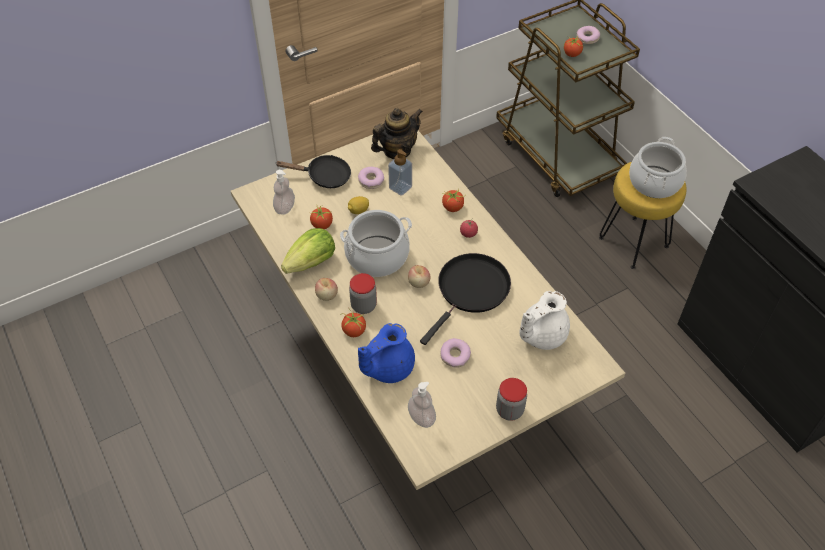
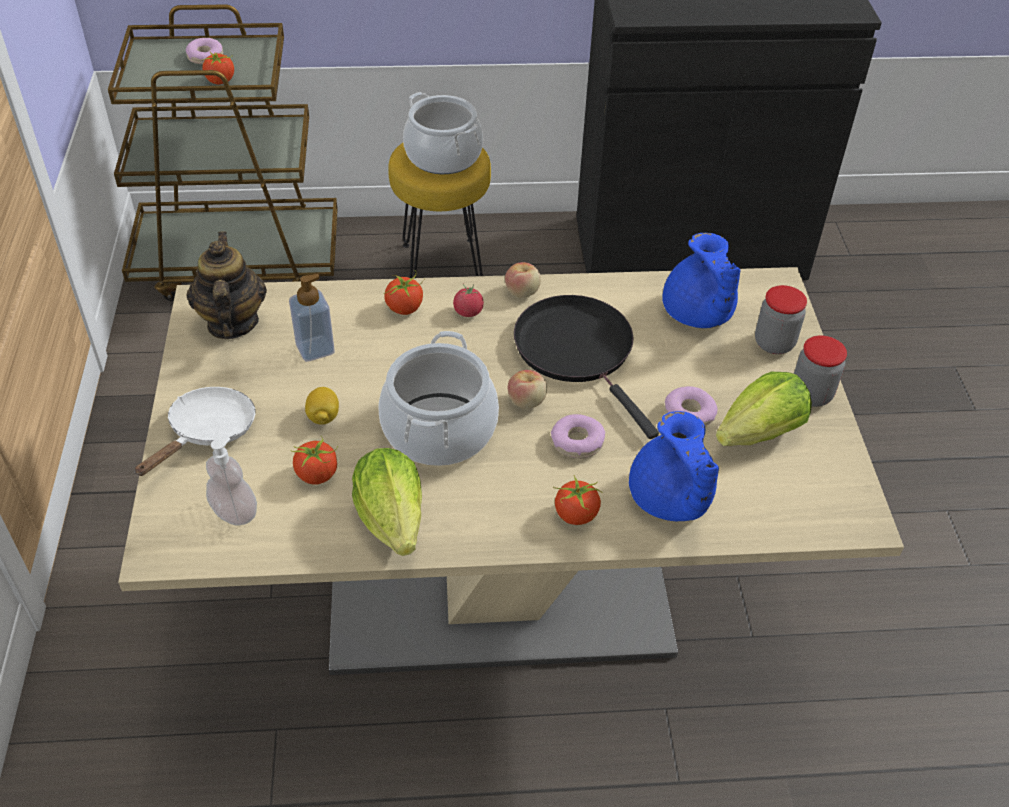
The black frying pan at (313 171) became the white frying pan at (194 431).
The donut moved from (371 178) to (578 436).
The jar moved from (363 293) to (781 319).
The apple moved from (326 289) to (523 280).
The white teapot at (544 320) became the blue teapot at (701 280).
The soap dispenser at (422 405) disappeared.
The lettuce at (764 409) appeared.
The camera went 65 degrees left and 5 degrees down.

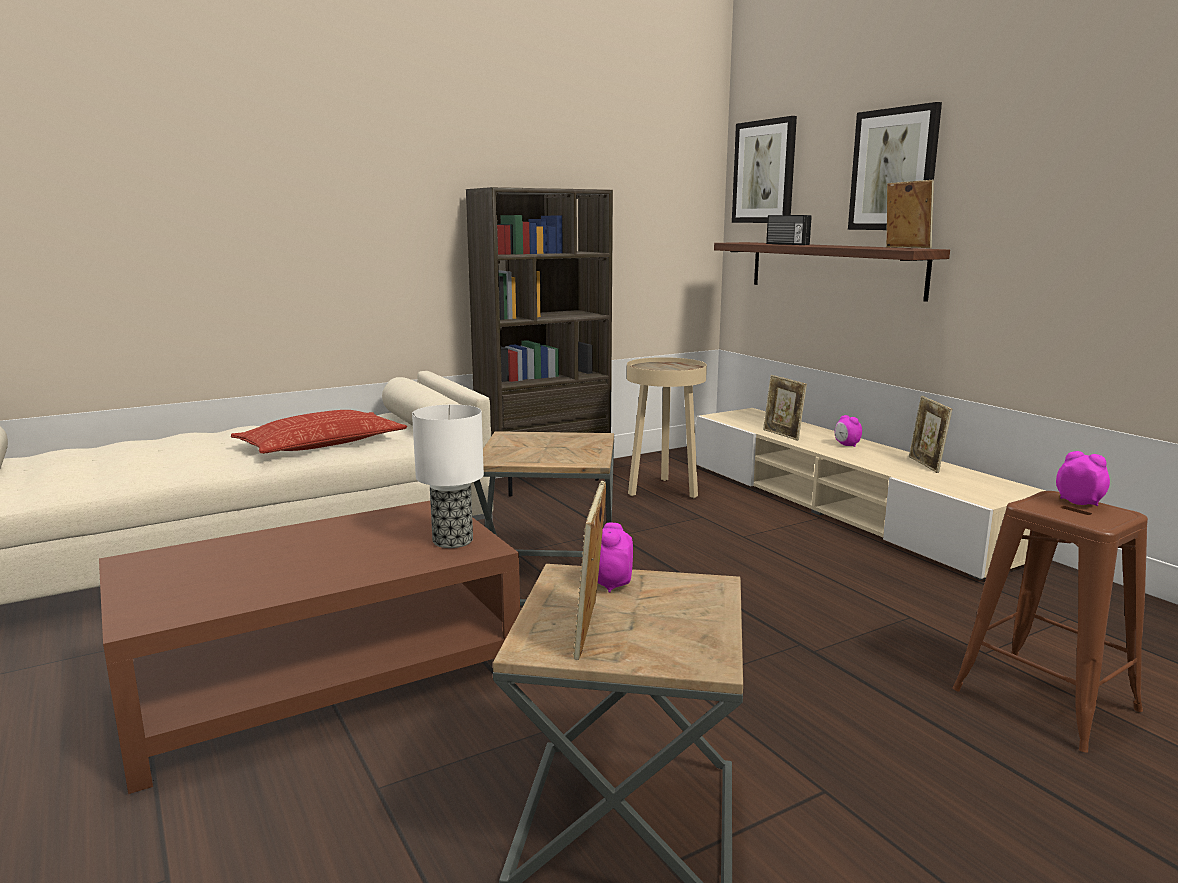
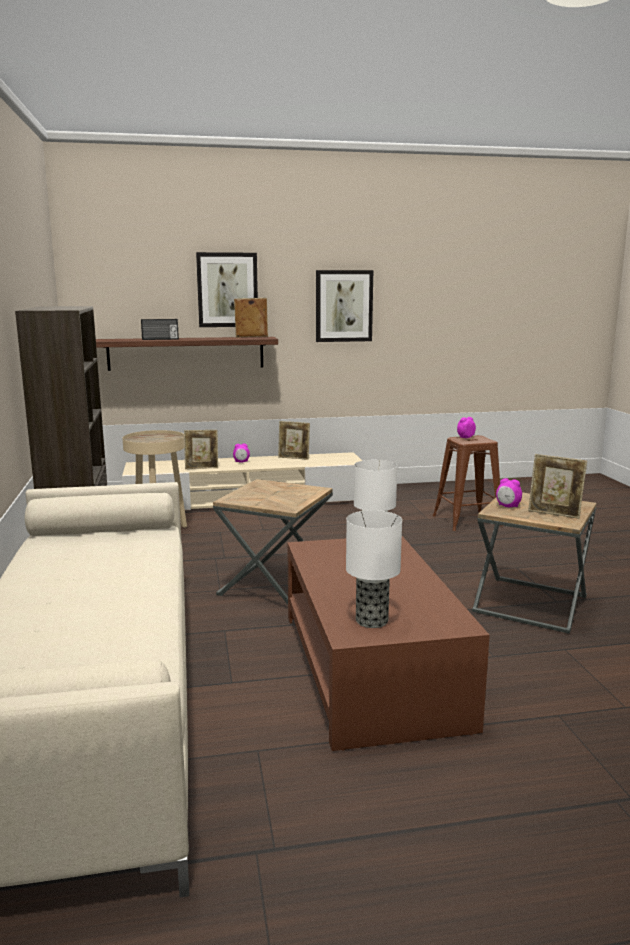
The picture moved from (764 169) to (344 306).
The pillow at (319 432) disappeared.
The table lamp at (374 569) appeared.
The camera went 70 degrees left and 0 degrees up.

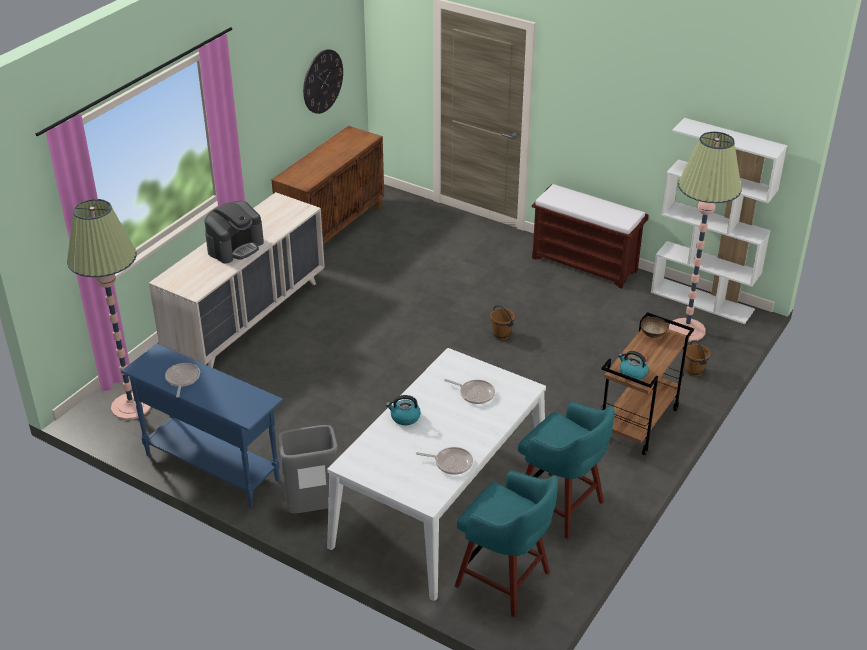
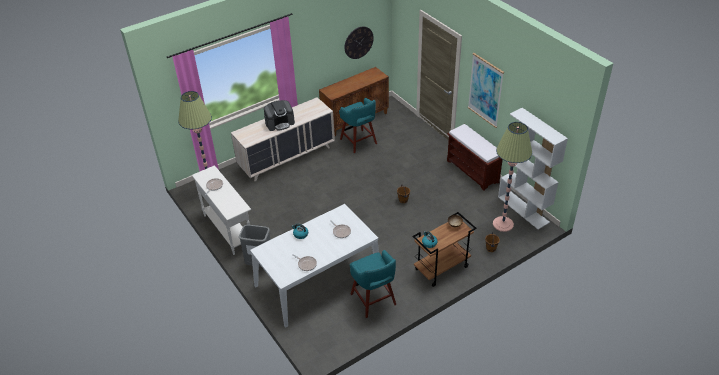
The blue console table at (202 425) became the white console table at (221 210).
The turquoise stool moved from (506 544) to (358 125).
The picture at (486 90) appeared.
The camera went 25 degrees right and 5 degrees up.

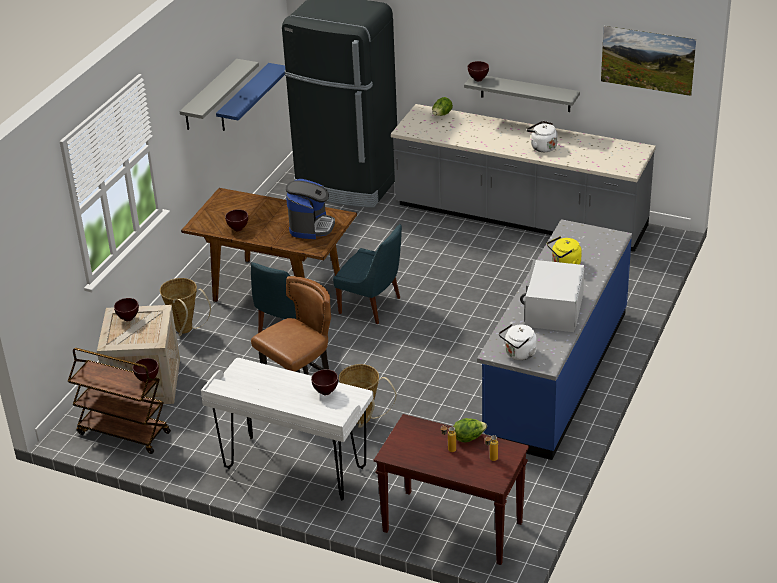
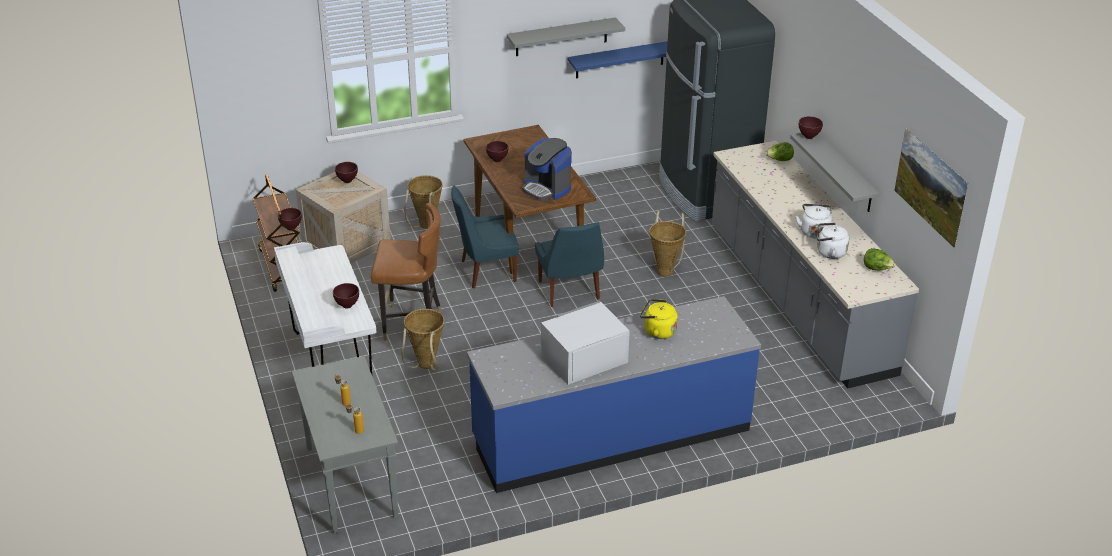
The coffee machine at (310 209) turned 75 degrees clockwise.
The white kettle moved from (518 342) to (833 240).
The brown console table at (451 489) became the grey console table at (345 444).
The lettuce moved from (470 430) to (880 259).
The basket at (667 244) appeared.
The camera went 45 degrees right and 0 degrees up.

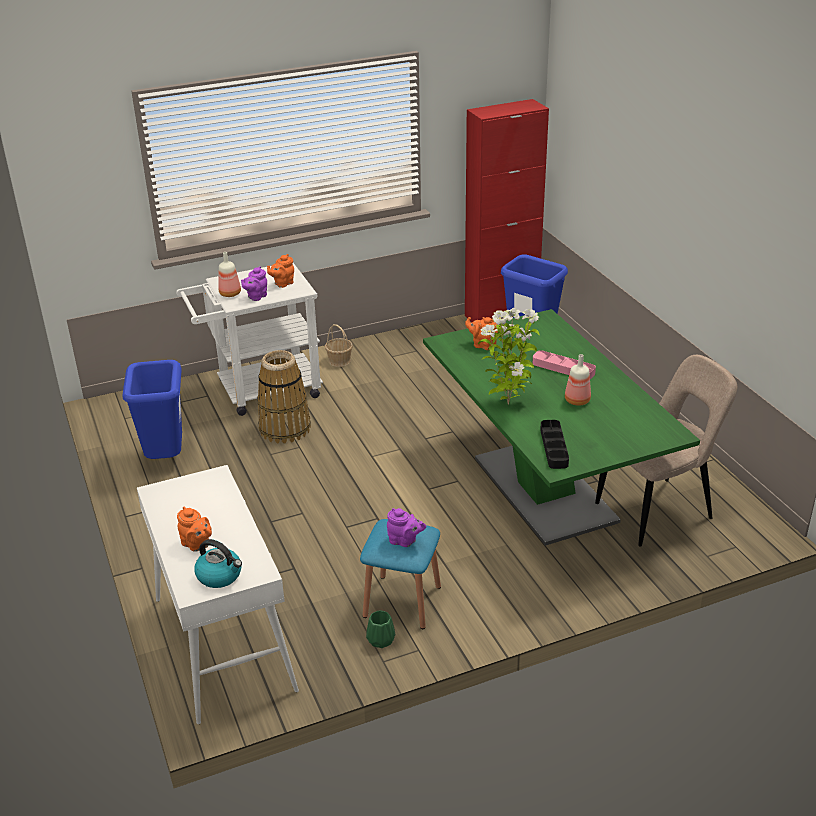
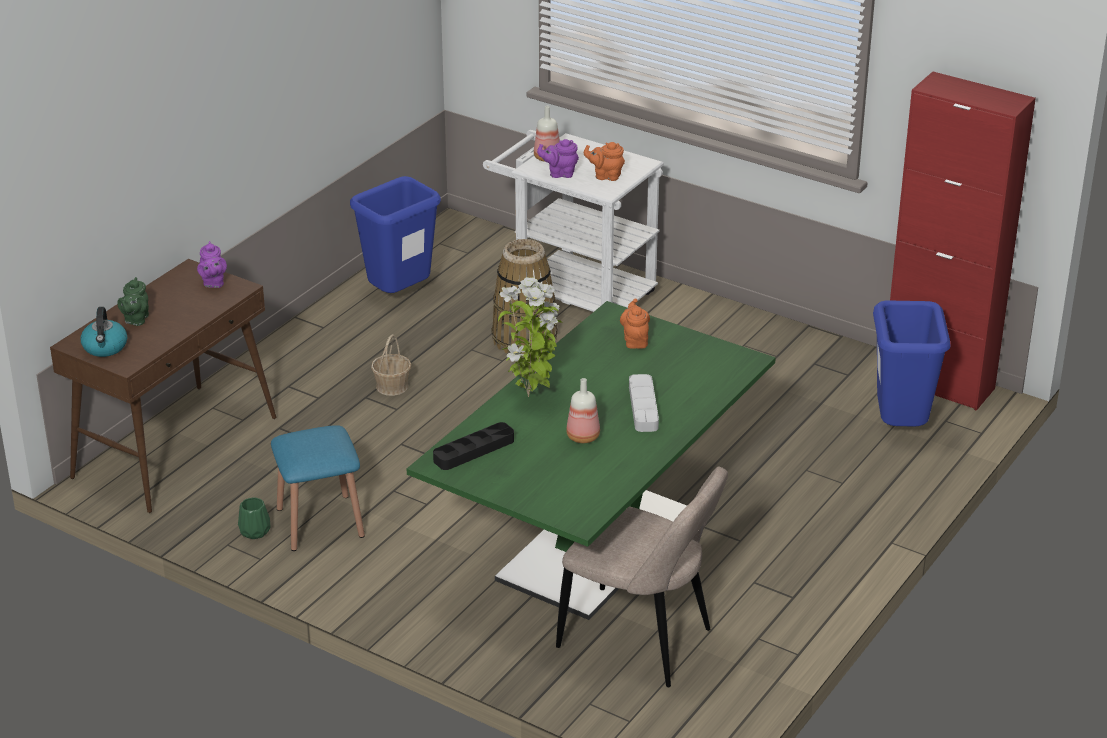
The basket moved from (339 345) to (391 365).
The pink tray at (564 364) became the grey tray at (644 403).
The white console table at (218 594) became the brown console table at (163 386).
The orange teapot at (194 529) became the green teapot at (133 301).
The purple teapot moved from (406 527) to (212 264).
The camera went 55 degrees right and 0 degrees up.

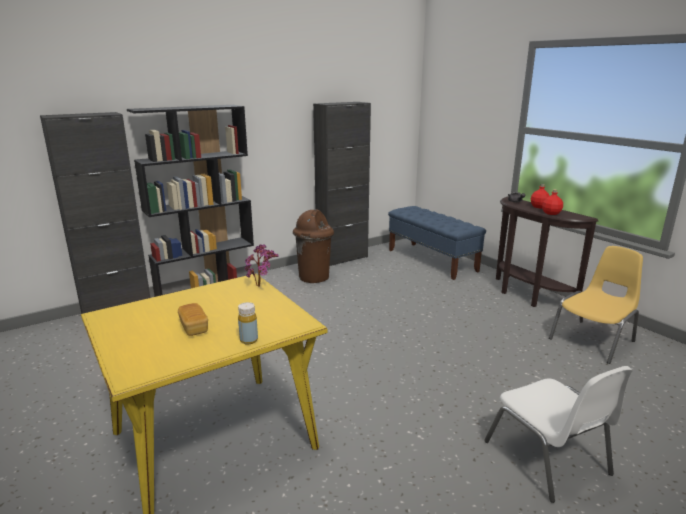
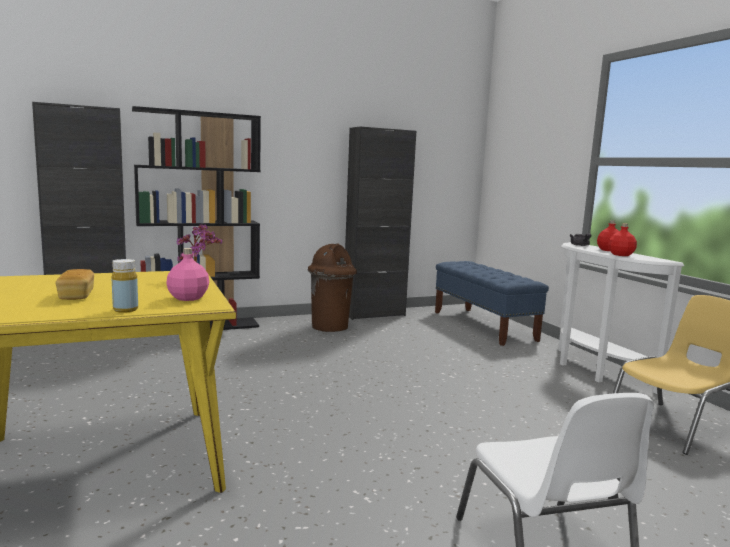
The brown console table at (547 251) became the white console table at (621 318).
The pink bottle at (187 274) appeared.
The camera went 10 degrees right and 10 degrees down.

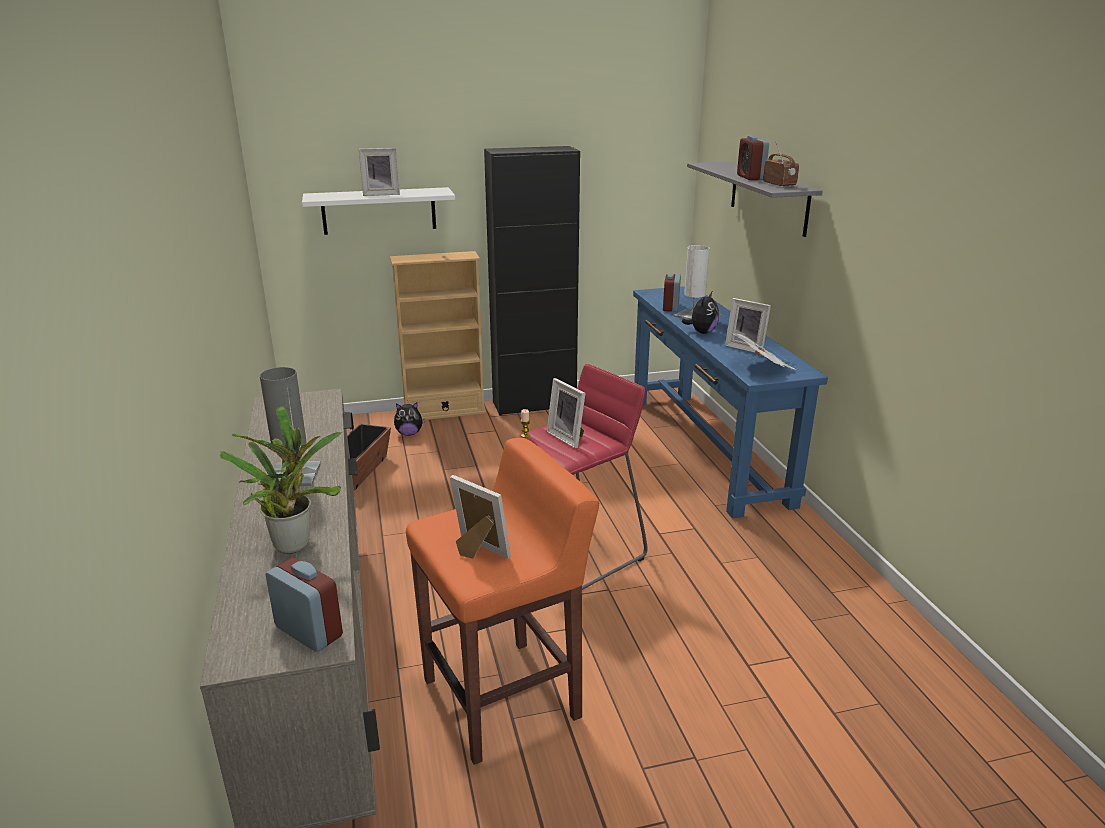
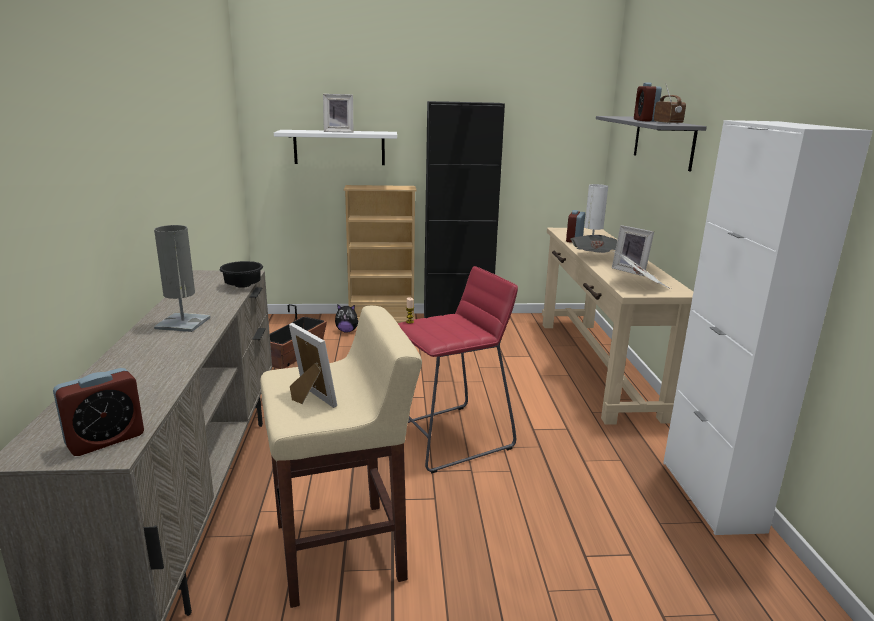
The blue console table at (730 402) became the beige console table at (617 326).
The plush toy at (700 313) was replaced by the newspaper at (593 244).
The picture frame at (566 413) disappeared.
The potted plant at (280 480) disappeared.
The orange stool at (502 601) became the beige stool at (341 457).
The alarm clock at (304 605) turned 90 degrees clockwise.
The white cabinet at (768 327) appeared.
The black bowl at (241 274) appeared.
The camera went 10 degrees right and 5 degrees down.

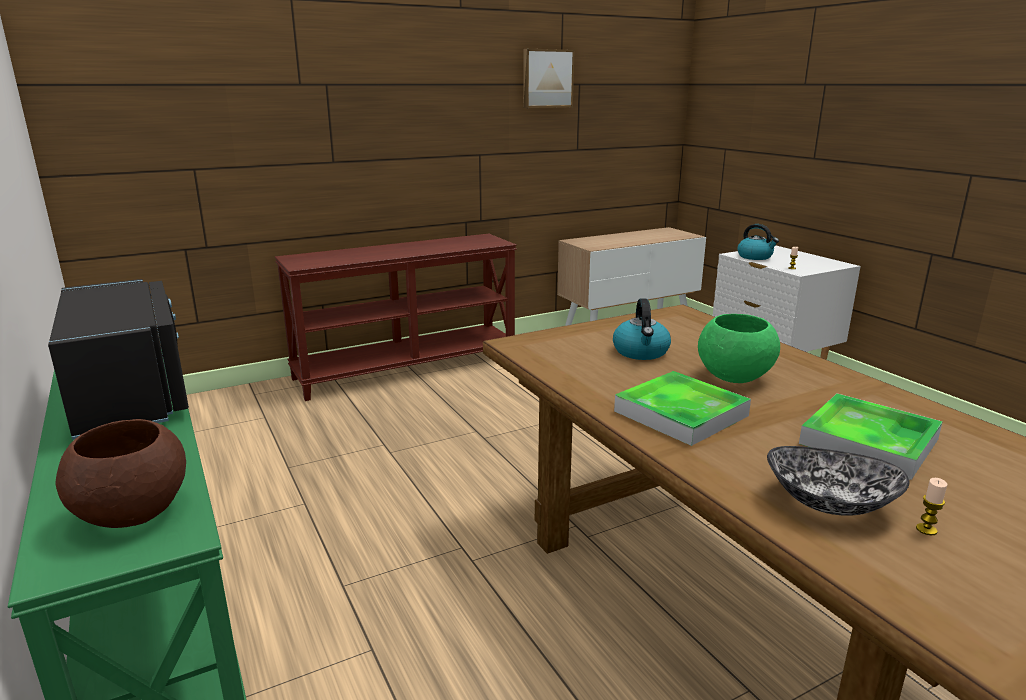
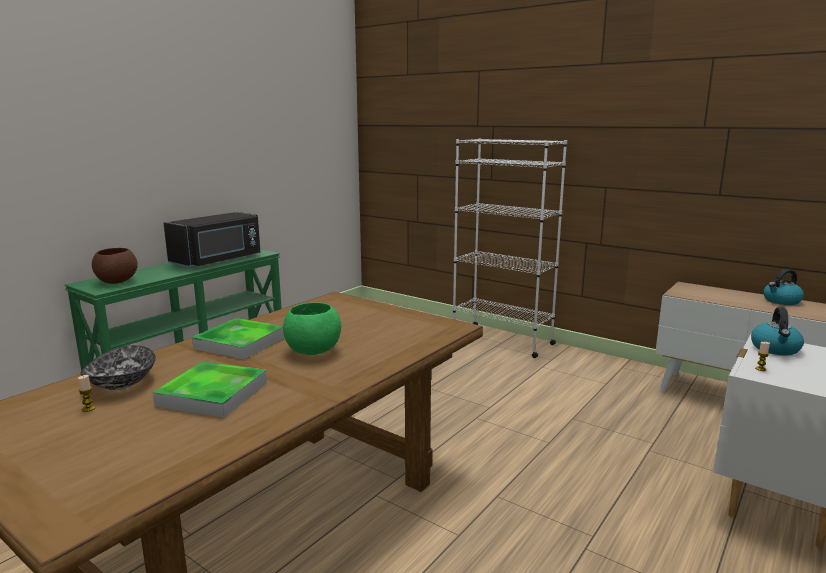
The picture at (549 78) disappeared.
The brown console table at (396 317) was replaced by the white bookcase at (510 248).
The kettle moved from (642 329) to (783 287).
The camera went 65 degrees right and 5 degrees down.

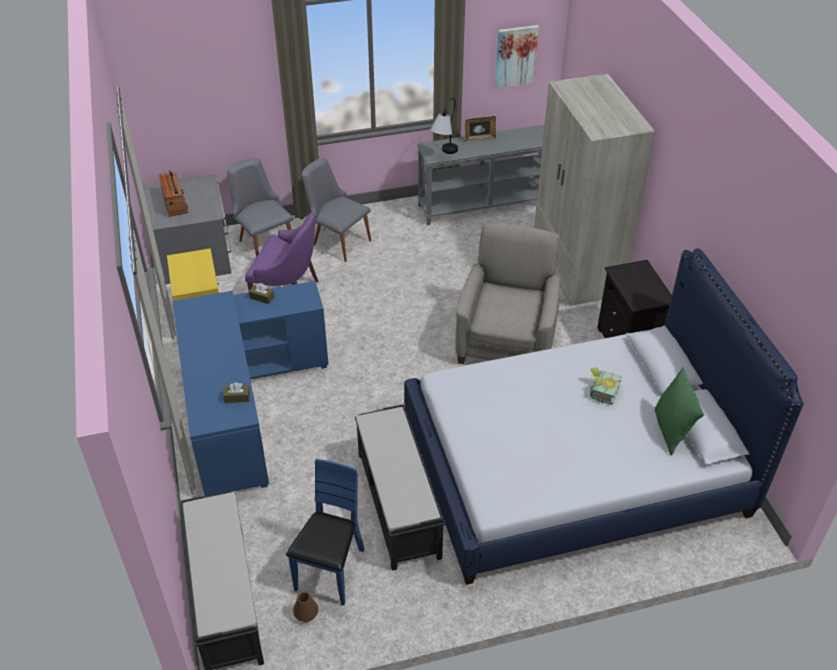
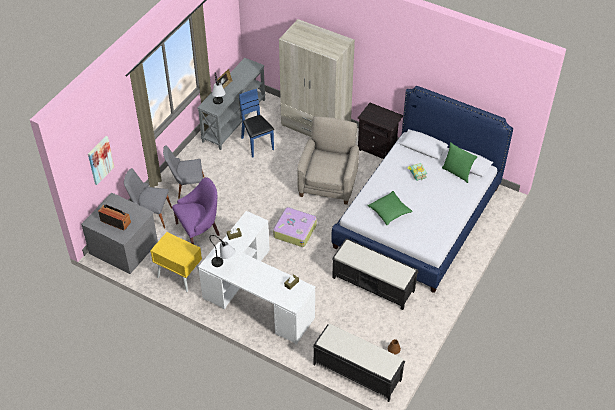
The picture moved from (517 57) to (101 160).
The beige armchair at (507 293) turned 45 degrees clockwise.
The blue desk at (250 389) became the white desk at (256 278).
The blue chair moved from (325 532) to (256 123).
The green pillow at (390 208) appeared.
The suitcase at (295 227) appeared.
The table lamp at (222 251) appeared.
The camera went 45 degrees left and 5 degrees up.

